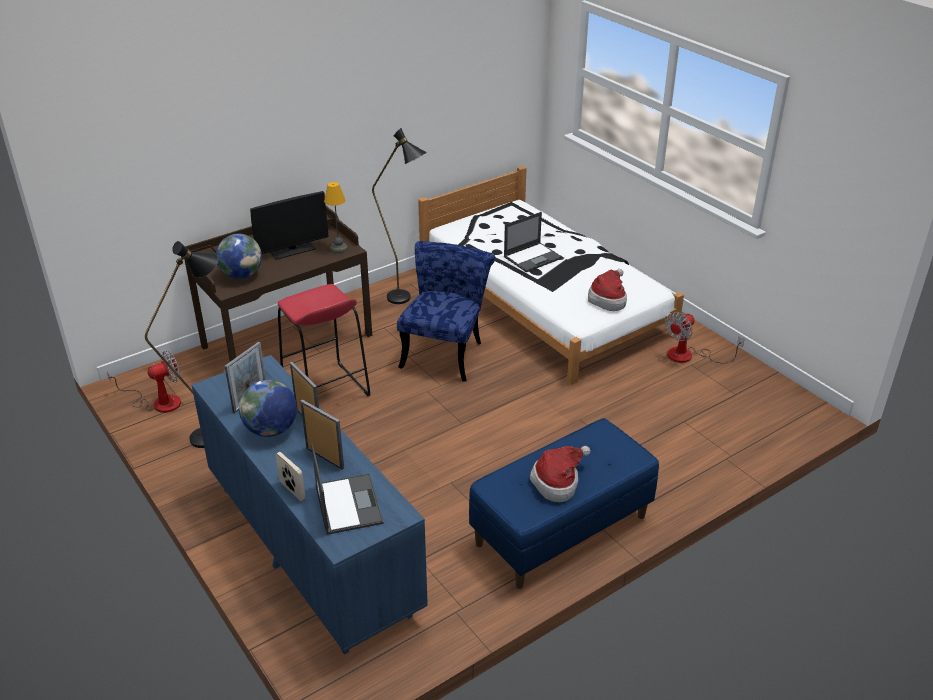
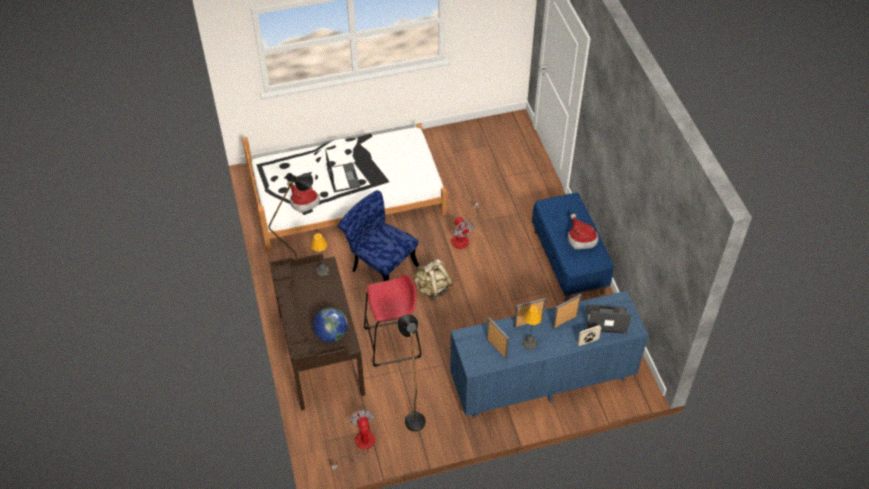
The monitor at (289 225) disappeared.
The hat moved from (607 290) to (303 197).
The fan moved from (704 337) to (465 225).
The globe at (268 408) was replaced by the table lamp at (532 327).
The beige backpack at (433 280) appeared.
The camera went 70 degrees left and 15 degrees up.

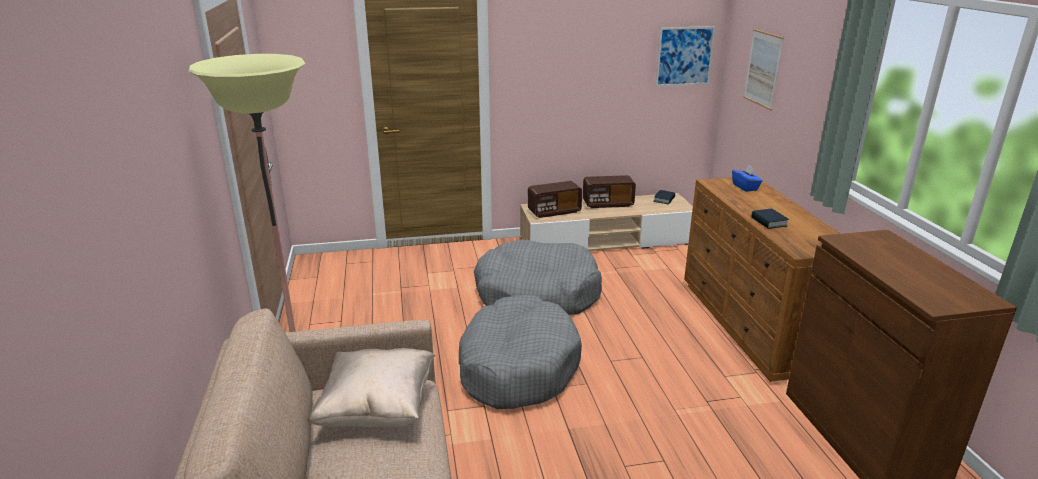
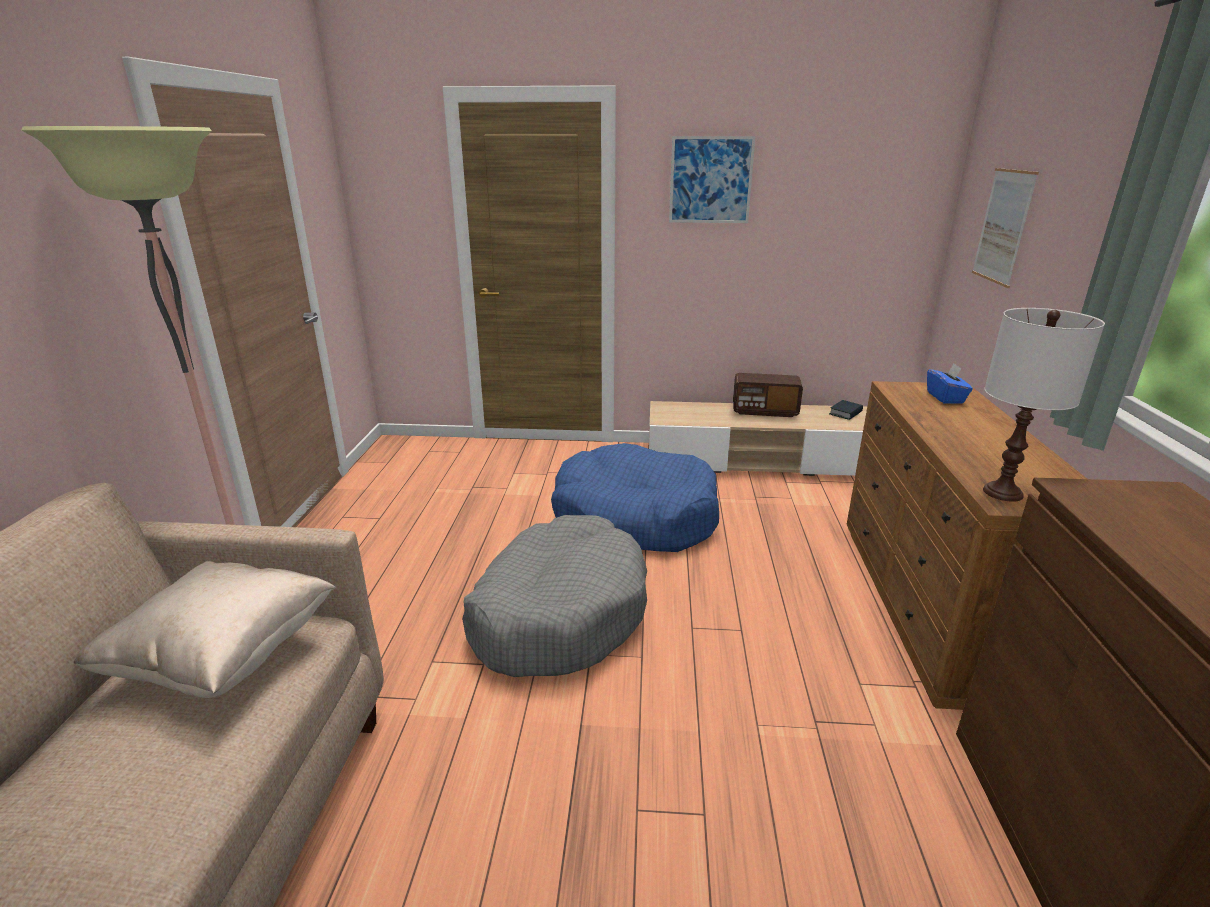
The picture moved from (685 56) to (712 179).
The radio at (555 199) disappeared.
The book at (770 219) disappeared.
The grey dog bed at (538 277) became the blue dog bed at (635 497).
The white table lamp at (1044 405) appeared.
The camera went 15 degrees right and 0 degrees up.

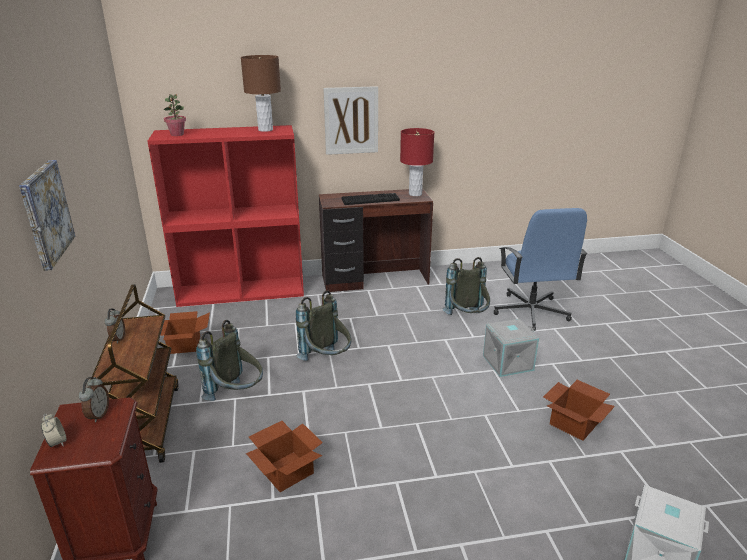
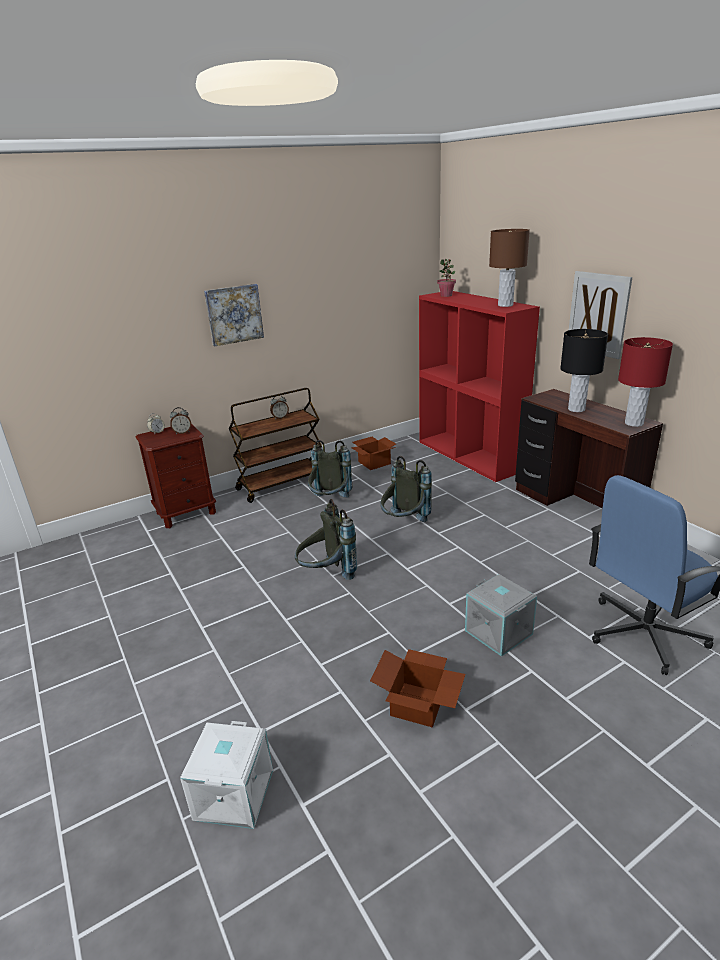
The keyboard at (371 199) was replaced by the black table lamp at (584 370).
The grey backpack moved from (466 286) to (326 539).
The cardboard box at (284 456) disappeared.
The camera went 70 degrees right and 0 degrees up.

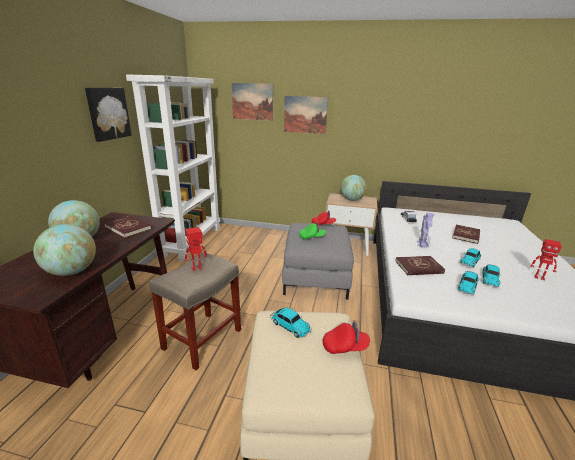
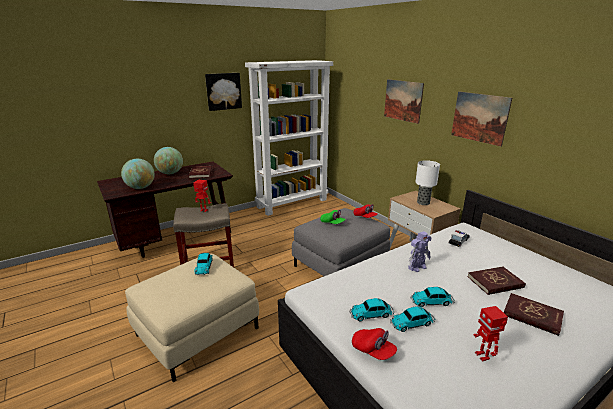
The picture moved from (252 102) to (481 118).
The globe at (353 188) was replaced by the table lamp at (427 182).
The red book moved from (420 265) to (534 314).
The red cap moved from (346 337) to (374 344).
The camera went 45 degrees right and 0 degrees up.

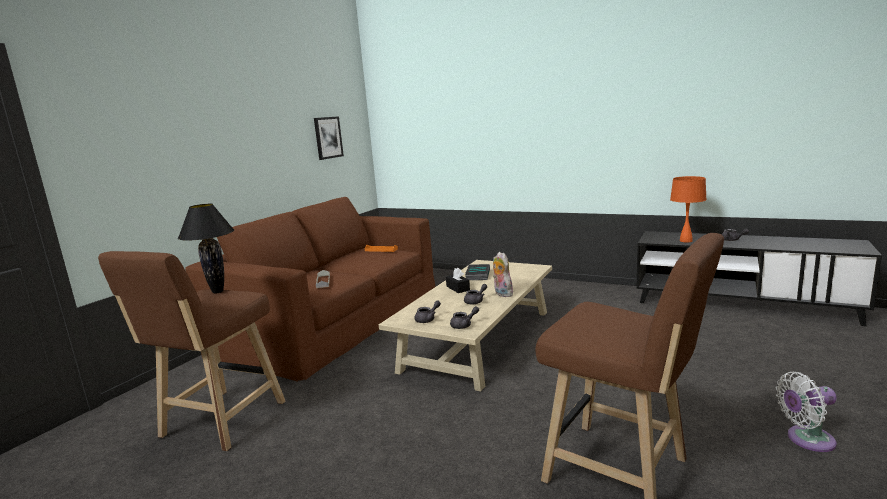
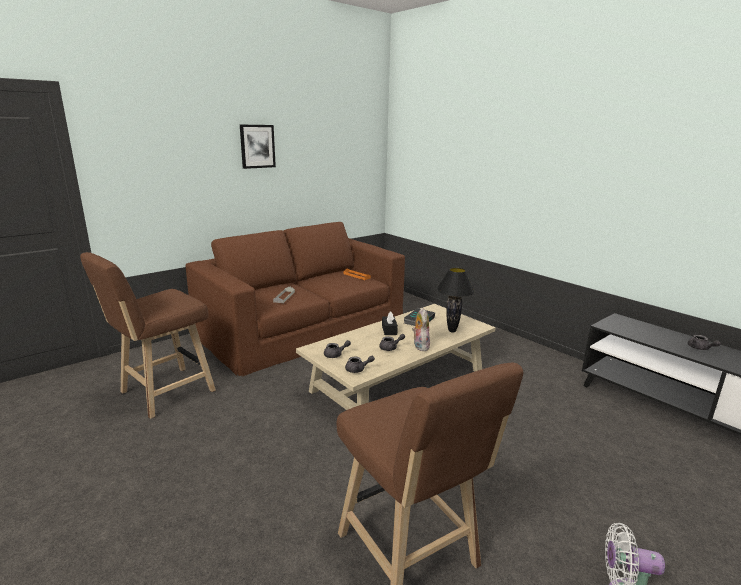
The picture moved from (329 138) to (258 147).
The orange table lamp at (688 209) disappeared.
The black table lamp moved from (206 248) to (456 300).
The camera went 20 degrees right and 5 degrees up.

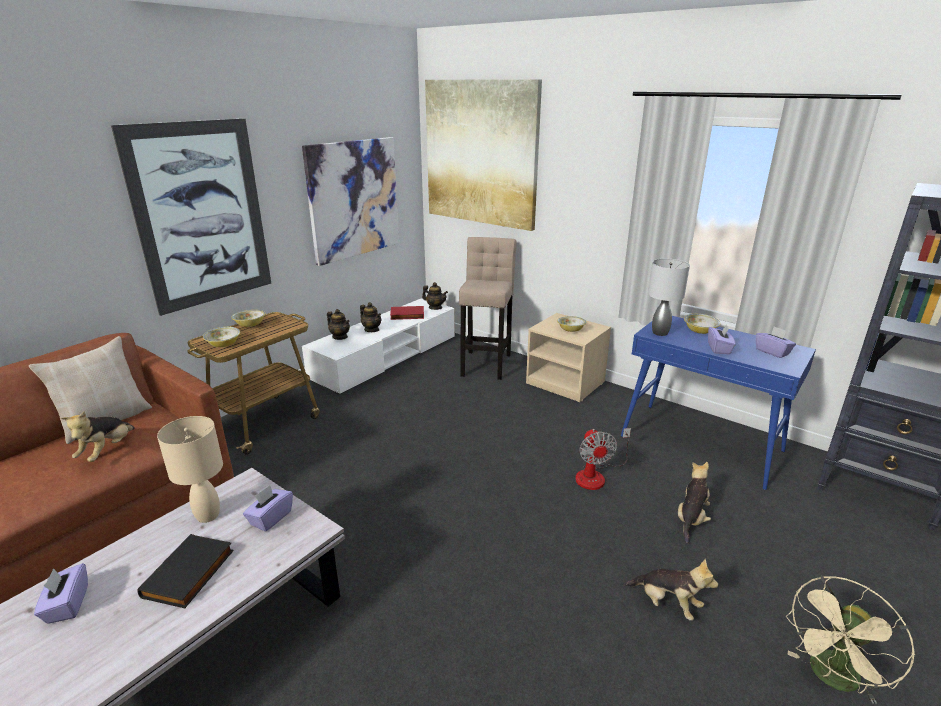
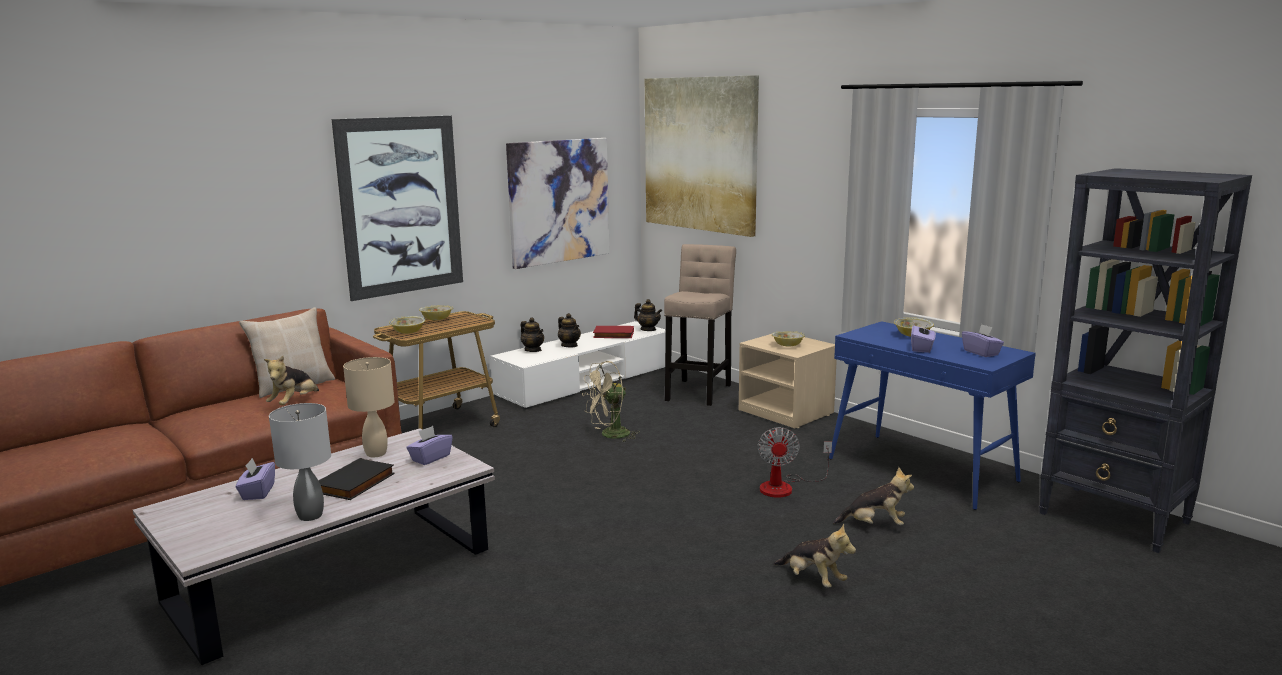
The grey table lamp moved from (669 297) to (300 462).
The plush toy at (694 502) turned 60 degrees clockwise.
The beige fan moved from (850 640) to (611 402).
The camera went 10 degrees right and 10 degrees down.

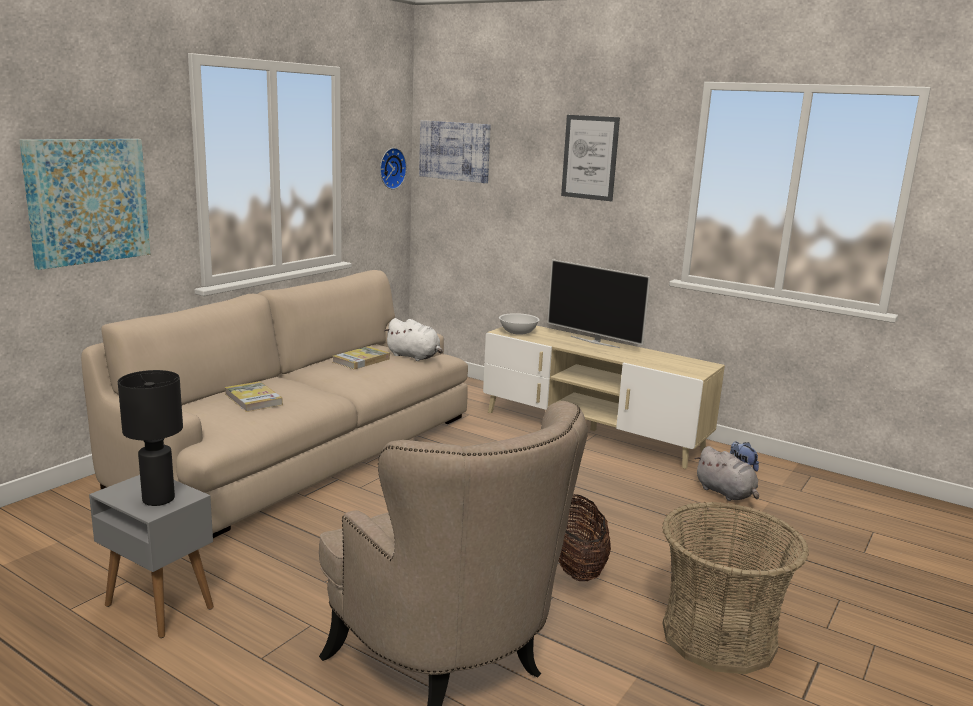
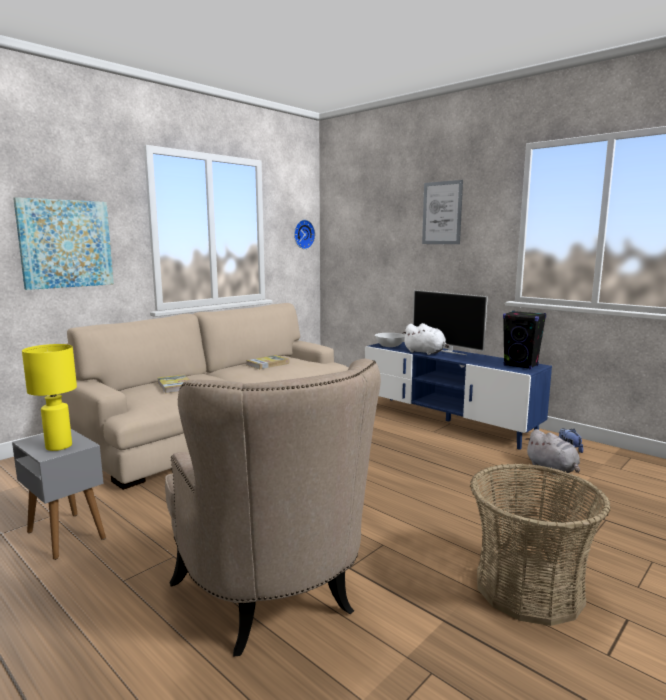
The picture at (455 151) disappeared.
The white plush toy moved from (413 339) to (426 339).
The beige tv stand at (604 397) became the blue tv stand at (458 396).
The black table lamp at (150 438) became the yellow table lamp at (49 397).
The basket at (584 537) disappeared.
The black speaker at (524 340) appeared.
The camera went 10 degrees right and 5 degrees down.

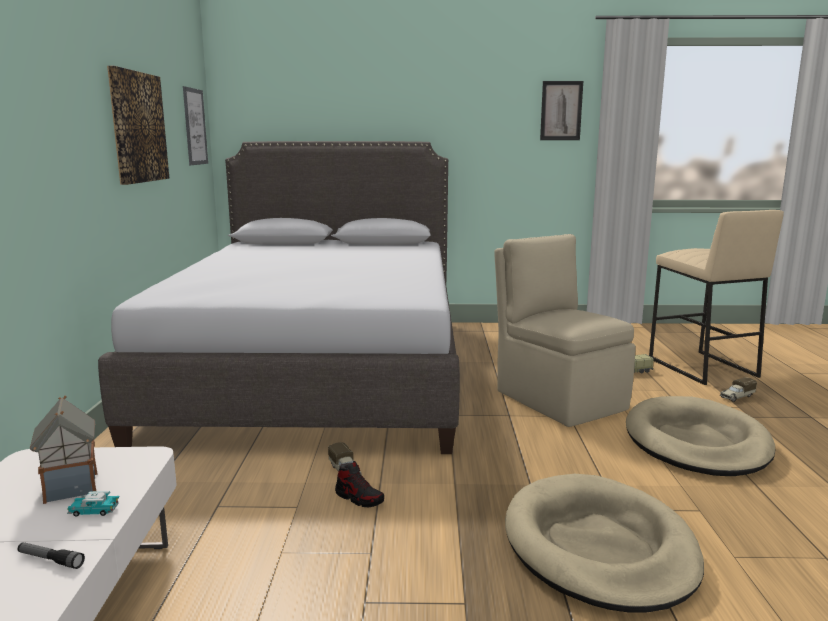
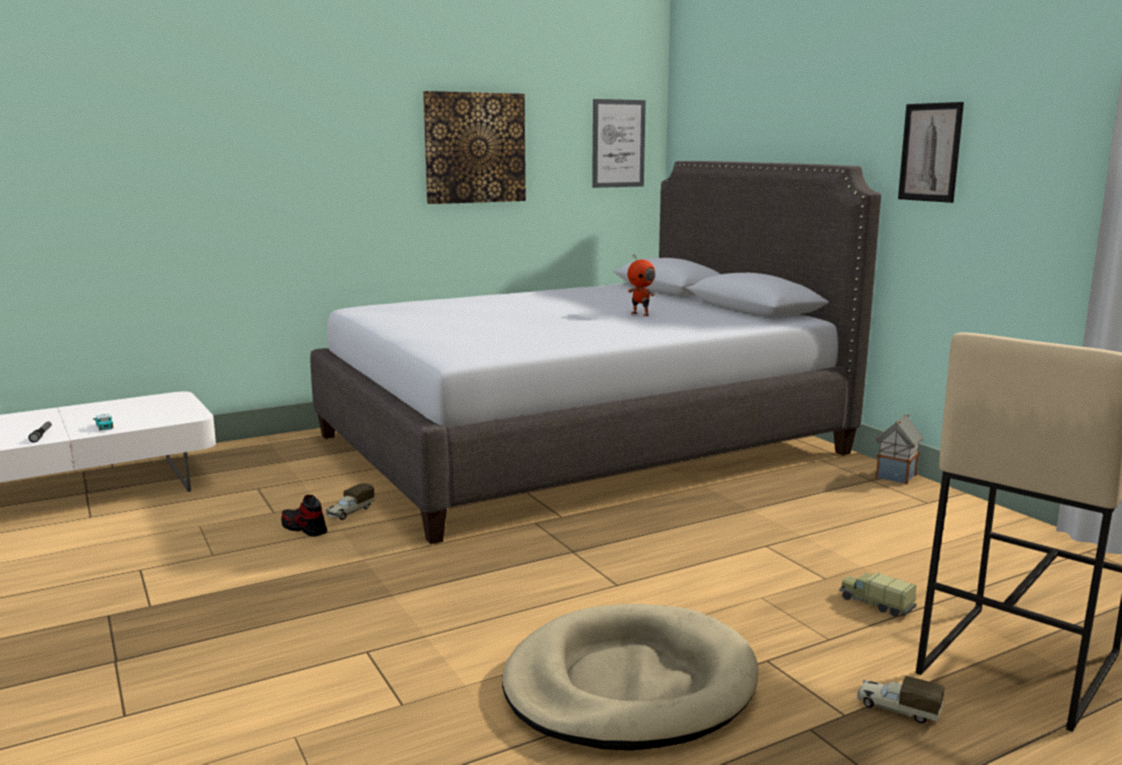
The picture moved from (561 110) to (931 152).
The beige chair at (565 330) disappeared.
The toy house moved from (63 450) to (899 449).
The shoe at (359 484) turned 120 degrees clockwise.
The beige dog bed at (604 543) disappeared.
The toy robot at (642 285) appeared.
The camera went 60 degrees right and 0 degrees up.

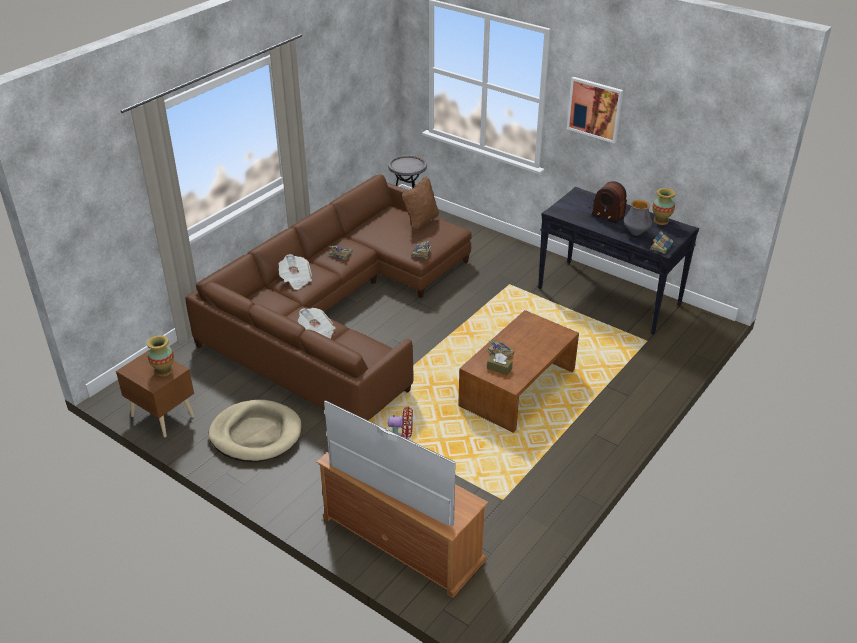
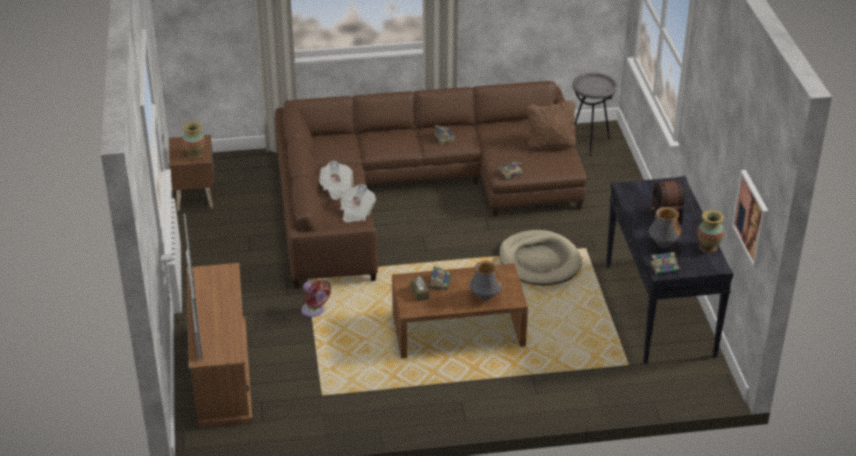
The picture moved from (595 110) to (750 219).
The newspaper moved from (295 272) to (358 203).
The beige dog bed moved from (254 431) to (540 258).
The vase at (486 281) appeared.
The camera went 45 degrees right and 0 degrees up.

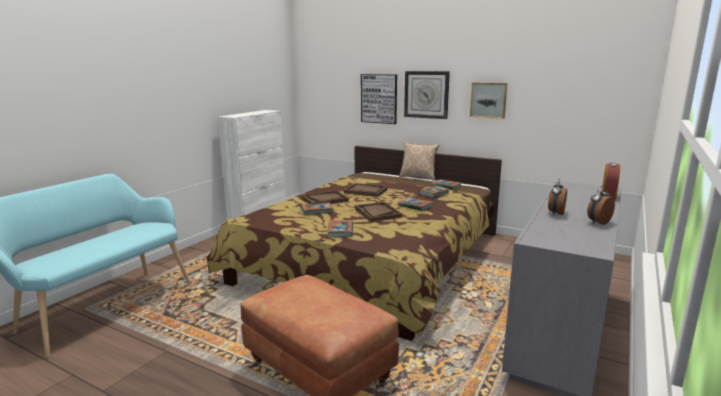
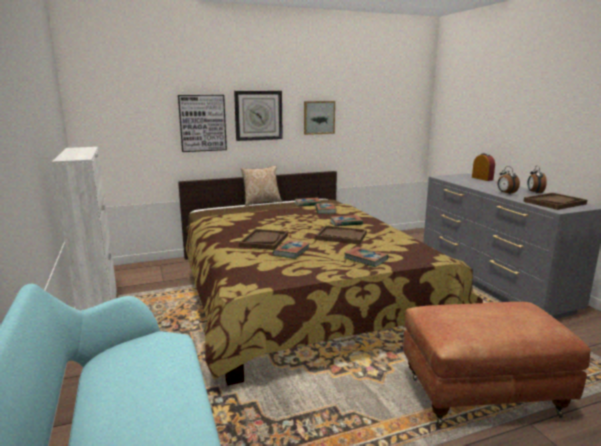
The brown tray moved from (366 190) to (555 201).
The camera went 50 degrees left and 0 degrees up.

